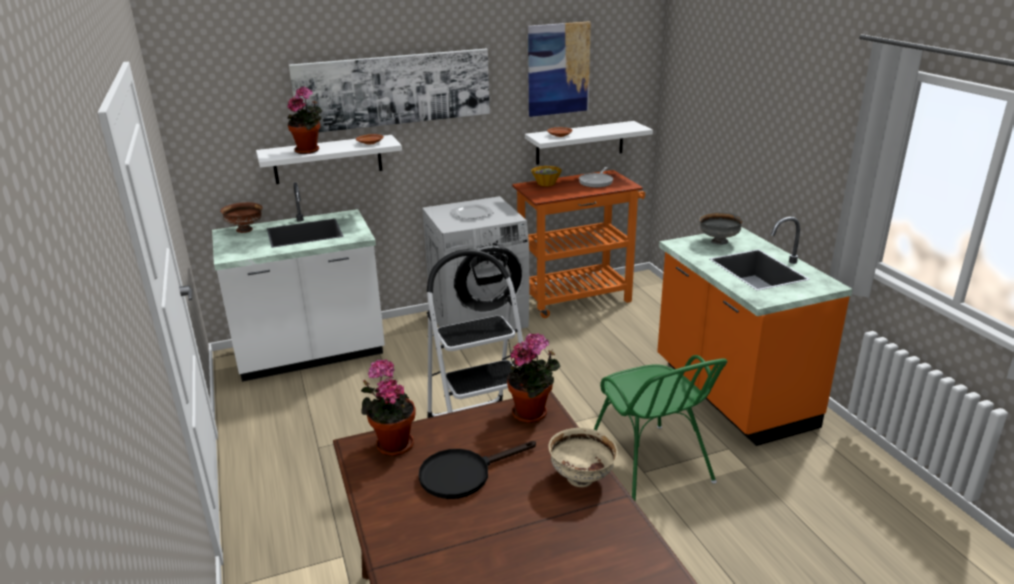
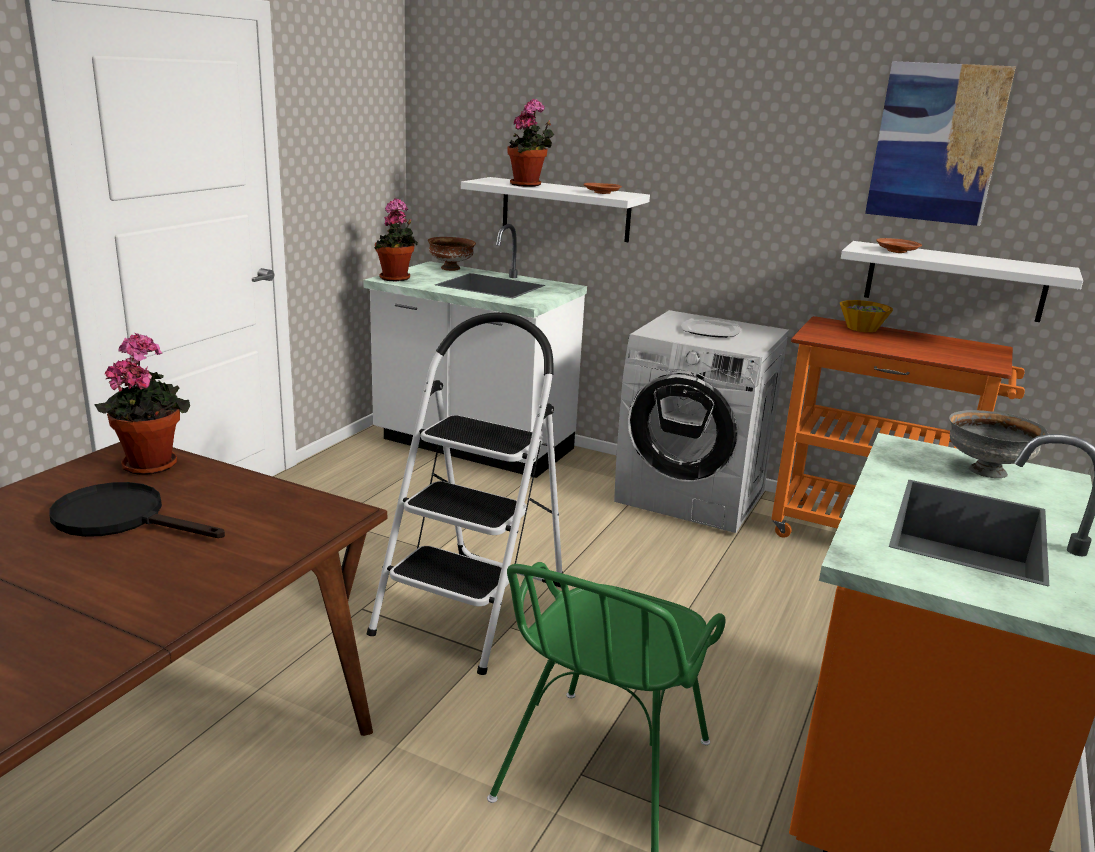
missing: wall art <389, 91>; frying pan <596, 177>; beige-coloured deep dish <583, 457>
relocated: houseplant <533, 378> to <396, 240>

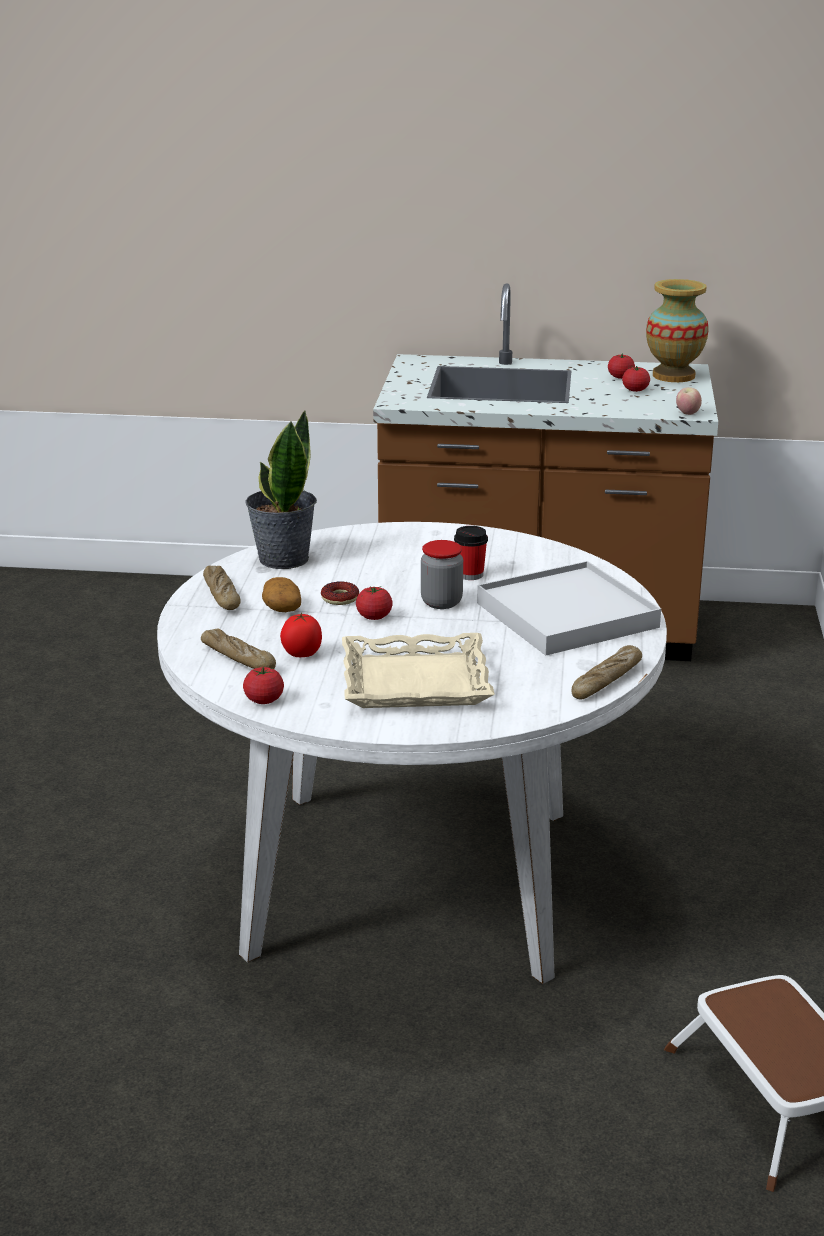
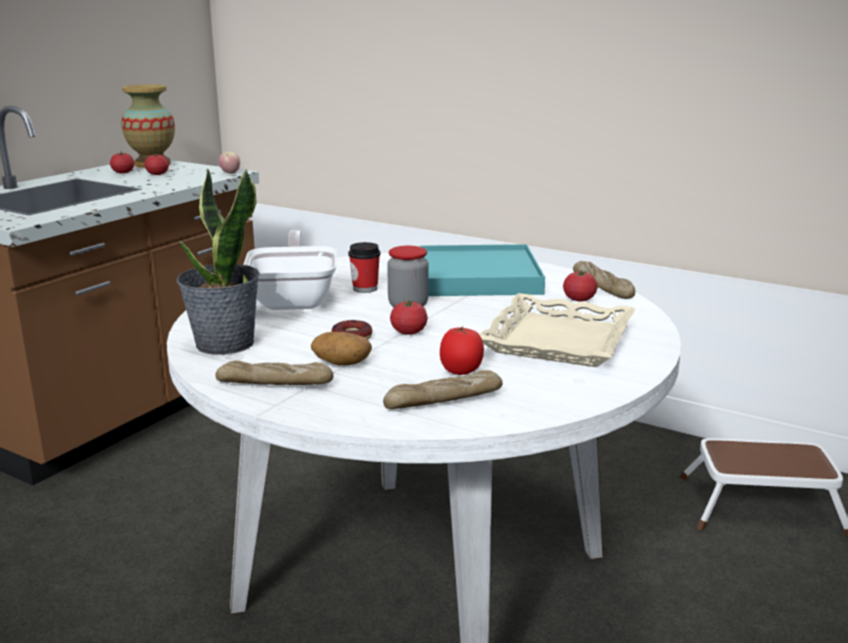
appeared: frying pan <290, 270>
relocated: tomato <263, 685> to <580, 285>
colour: whitish tray <569, 608> to turquoise tray <482, 270>

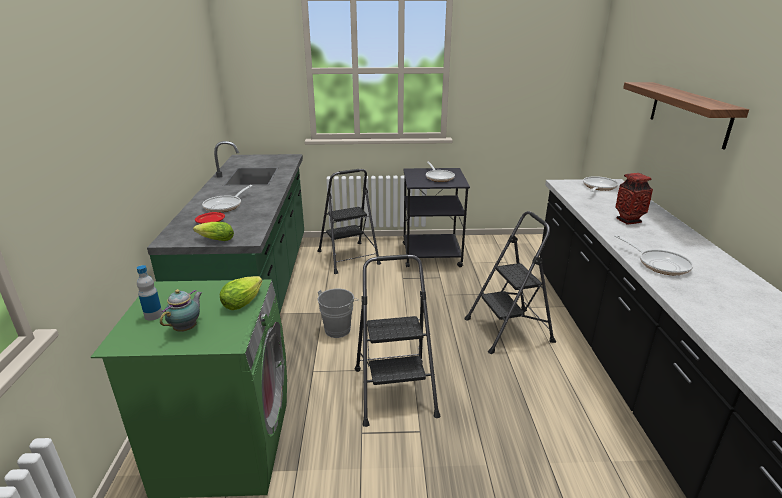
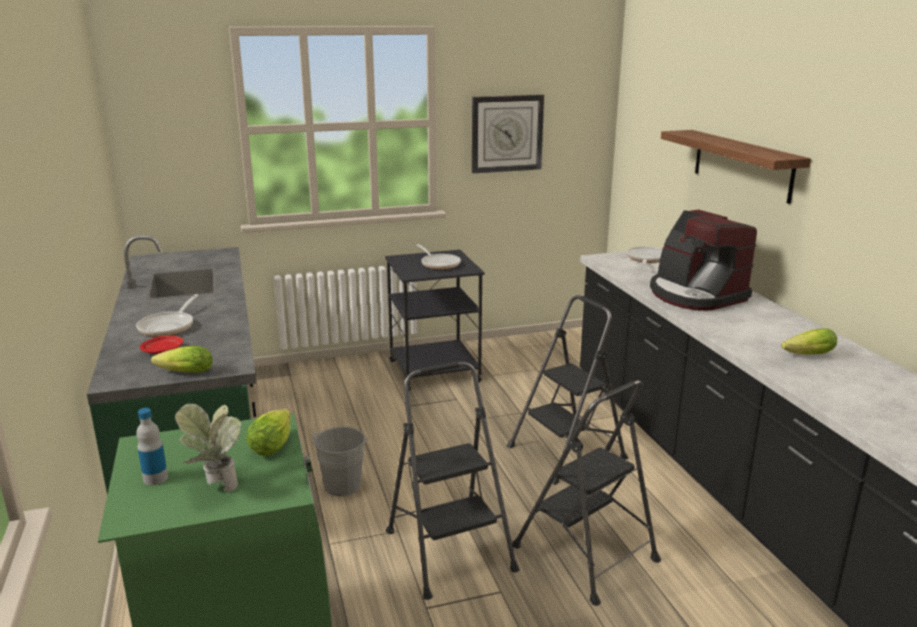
missing: frying pan <653, 255>
appeared: clock on the wall <508, 134>; head of lettuce <809, 341>
relocated: blackish step ladder <349, 221> to <586, 493>
exchanged: flower vase <634, 199> to coffee maker <703, 260>; tea pot <181, 310> to houseplant <208, 448>

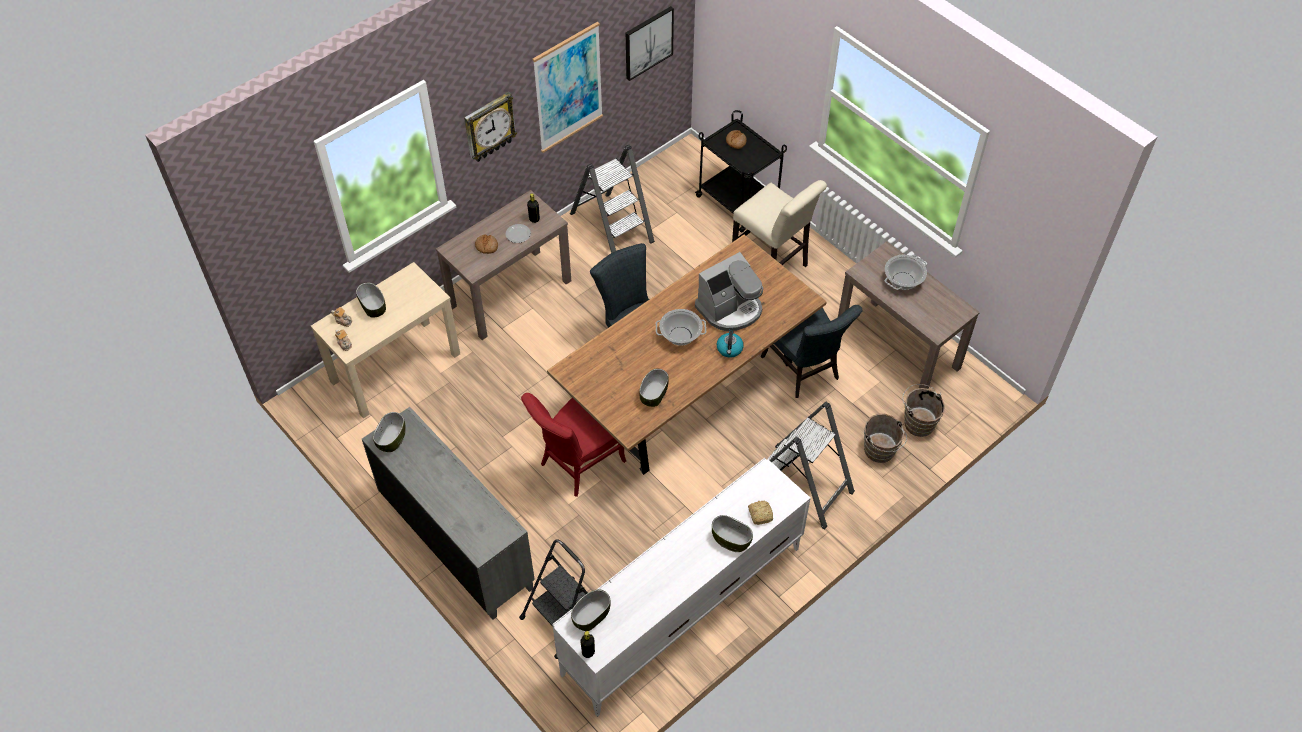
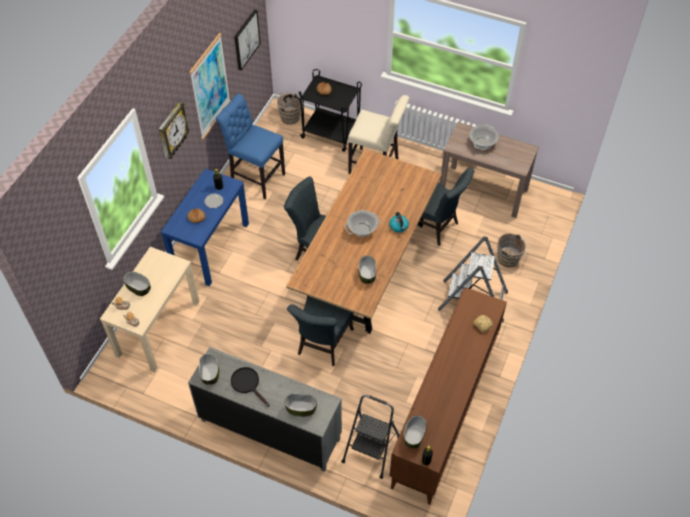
missing: coffee maker <729, 291>
appeared: blackish frying pan <250, 387>
relocated: brown-coloured pail <923, 410> to <287, 108>; deep dish <732, 533> to <300, 405>
exchanged: gray step ladder <612, 198> to bluish stool seat <250, 146>
colour: brown-coloured narrow table <503, 265> to bluish narrow table <205, 227>; red plain chair <573, 445> to gray plain chair <320, 331>; whitish storage cabinet <681, 587> to brown-coloured storage cabinet <448, 396>

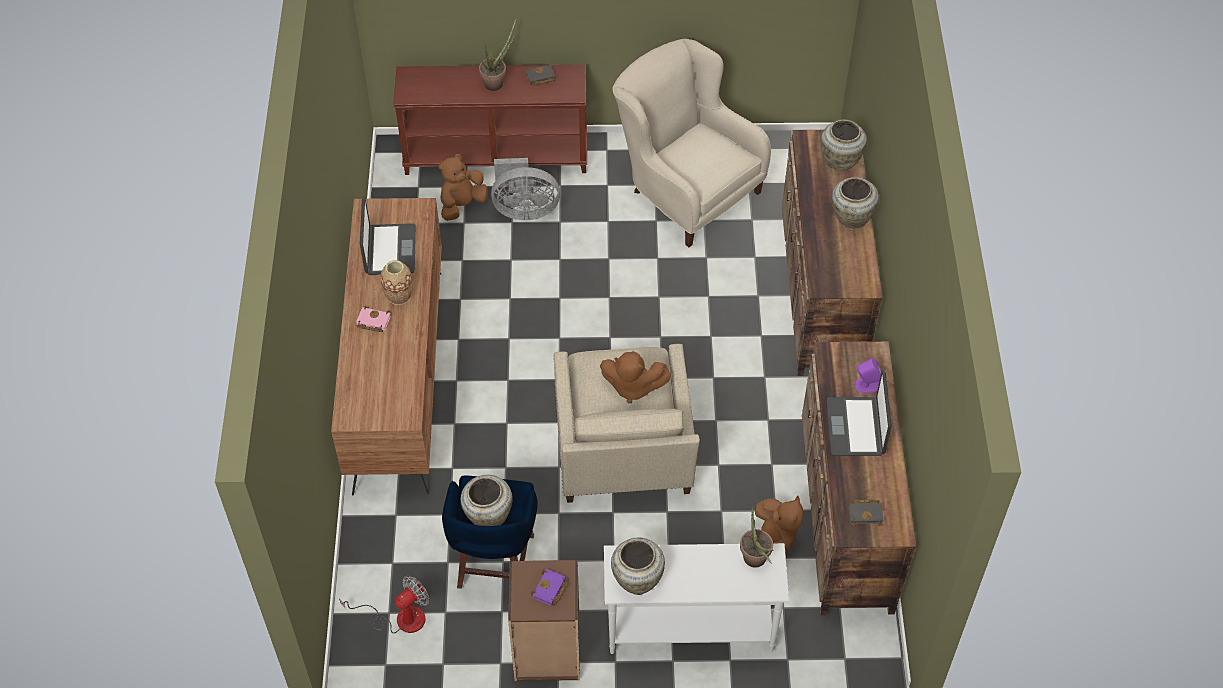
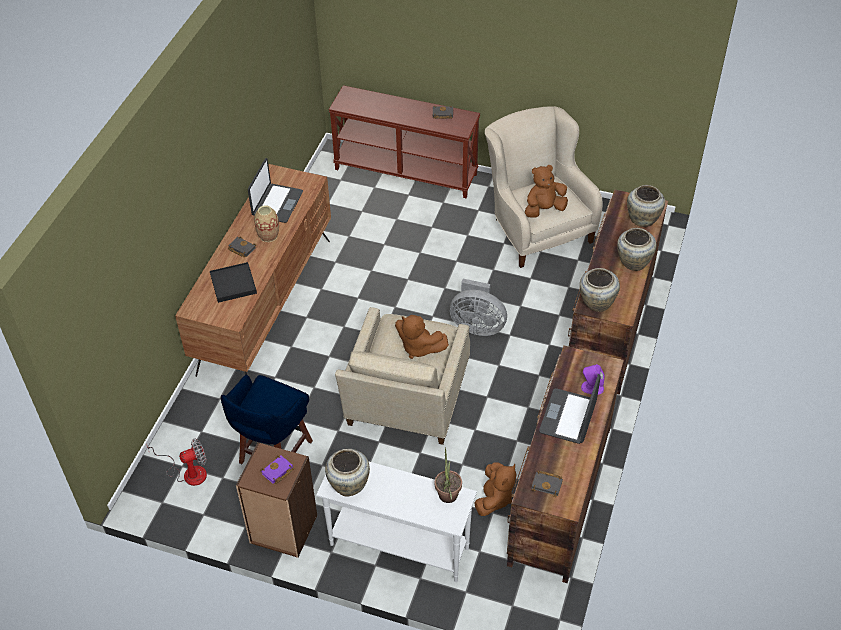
missing: houseplant <498, 54>
appeared: blackish tray <233, 282>
relocated: brown-coloured plush toy <463, 187> to <546, 191>; gray cooling fan <525, 189> to <478, 307>; beige-coloured flower vase <487, 500> to <599, 290>
colour: pinkish volume <373, 319> to blackish volume <242, 246>

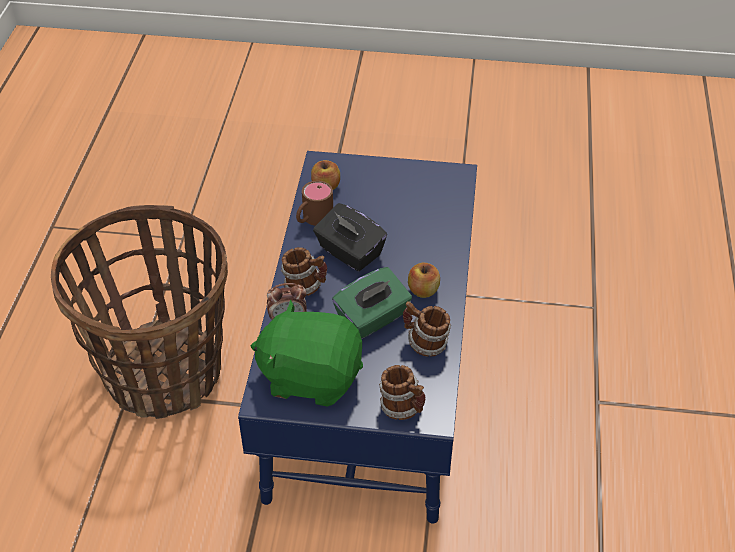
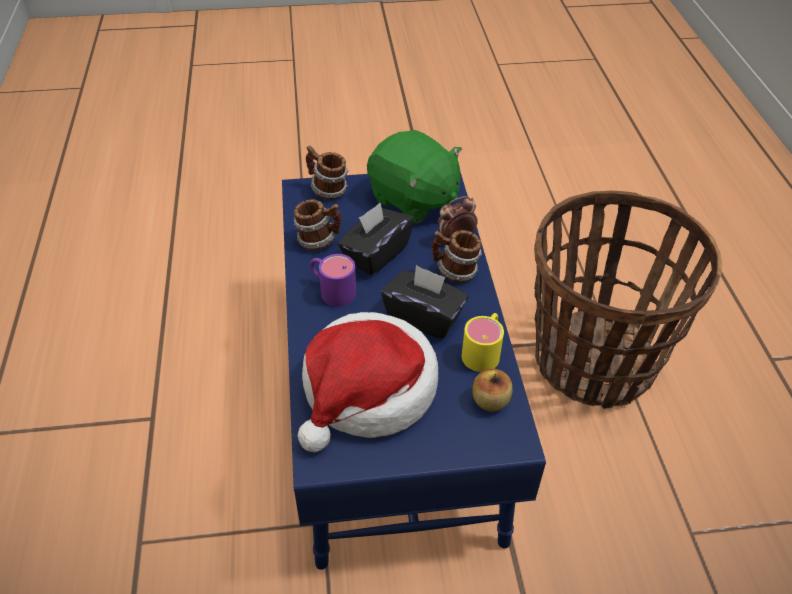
appeared: wearable hat <368, 382>
exchanged: apple fruit <424, 280> to purple tea mug <333, 280>
colour: brown-coloured tea mug <314, 203> to yellow-coloured tea mug <483, 342>; green-coloured tissue holder <372, 303> to blackish tissue holder <376, 239>
spun: green-coloured plush toy <307, 353> = <414, 176> 45 degrees clockwise

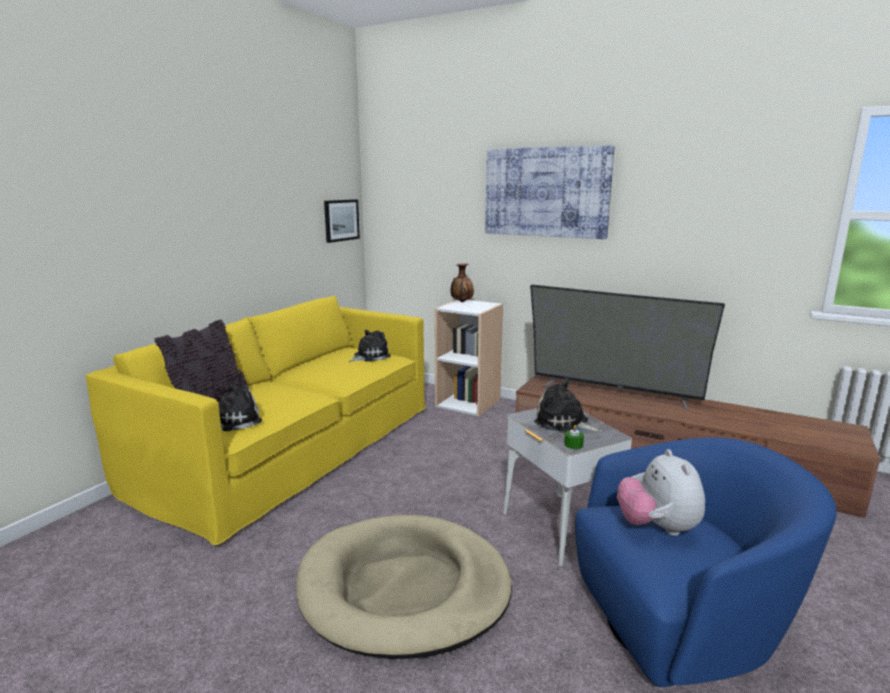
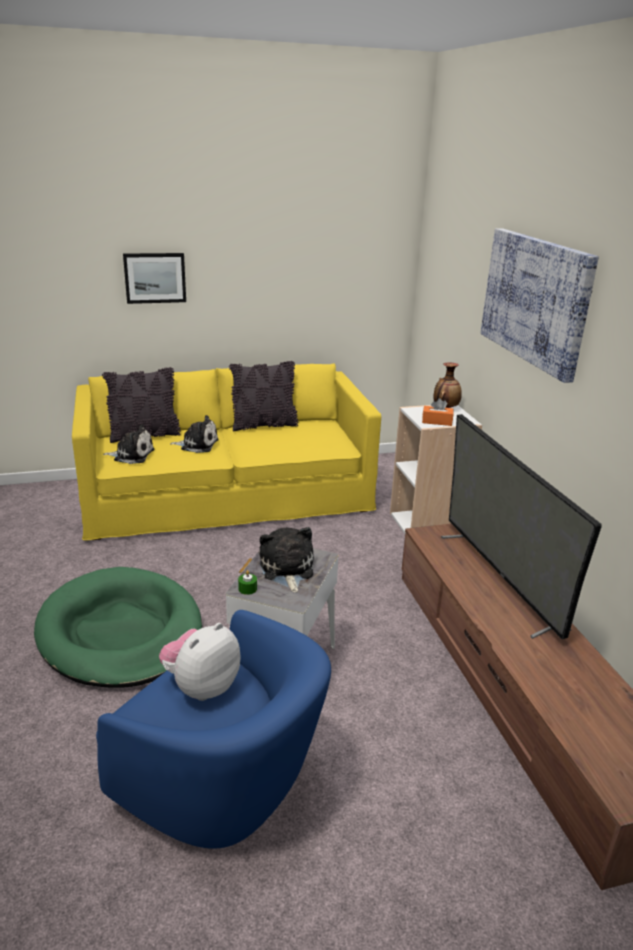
appeared: blackish pillow <263, 396>; orange-coloured tissue holder <438, 412>
relocated: wall art <342, 221> to <154, 278>; plush toy <370, 346> to <194, 434>
colour: beige-coloured pet bed <404, 587> to green-coloured pet bed <118, 627>

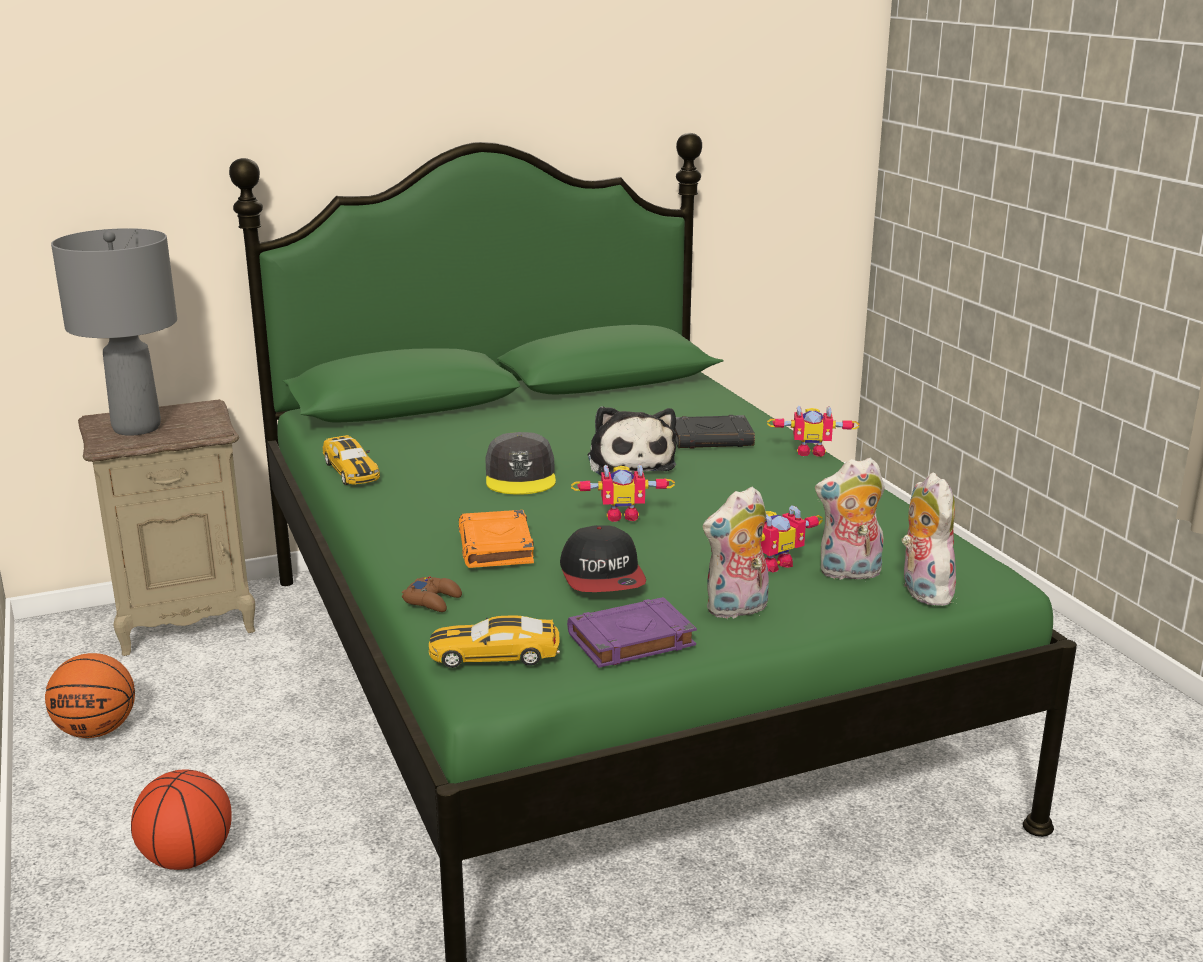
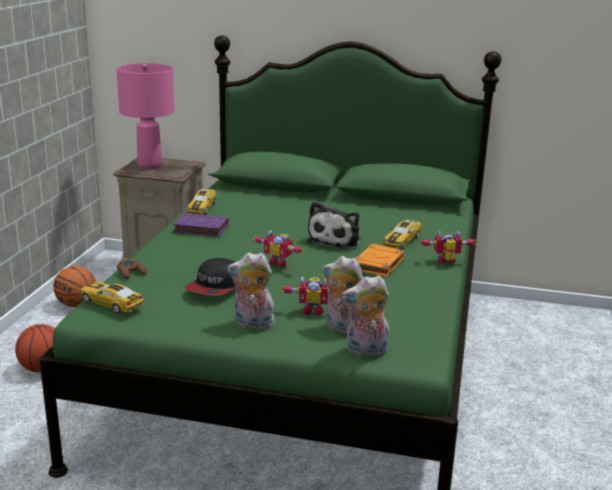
missing: gray peaked cap <520, 463>
relocated: orange-coloured volume <496, 539> to <380, 260>; purple volume <632, 632> to <201, 225>
exchanged: blackish volume <715, 431> to model car <402, 234>
colour: gray table lamp <114, 332> to pinkish table lamp <145, 116>
spun: toy robot <813, 431> = <447, 247> 135 degrees clockwise; plush toy <929, 539> = <365, 315> 120 degrees counterclockwise

